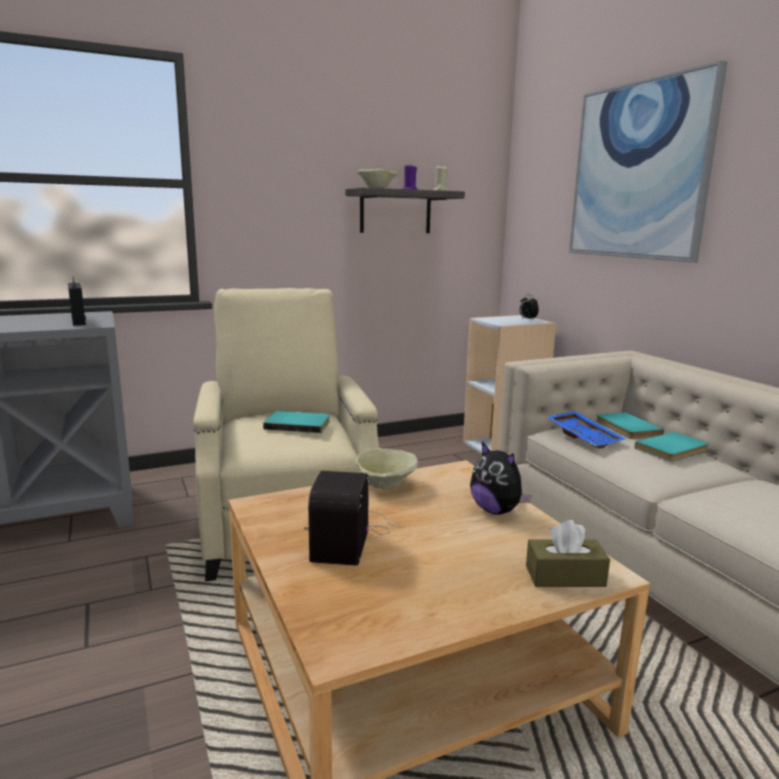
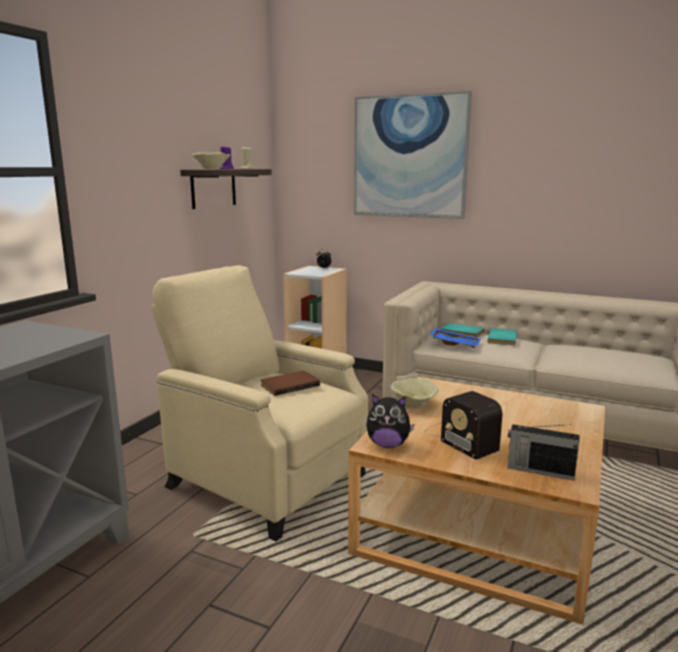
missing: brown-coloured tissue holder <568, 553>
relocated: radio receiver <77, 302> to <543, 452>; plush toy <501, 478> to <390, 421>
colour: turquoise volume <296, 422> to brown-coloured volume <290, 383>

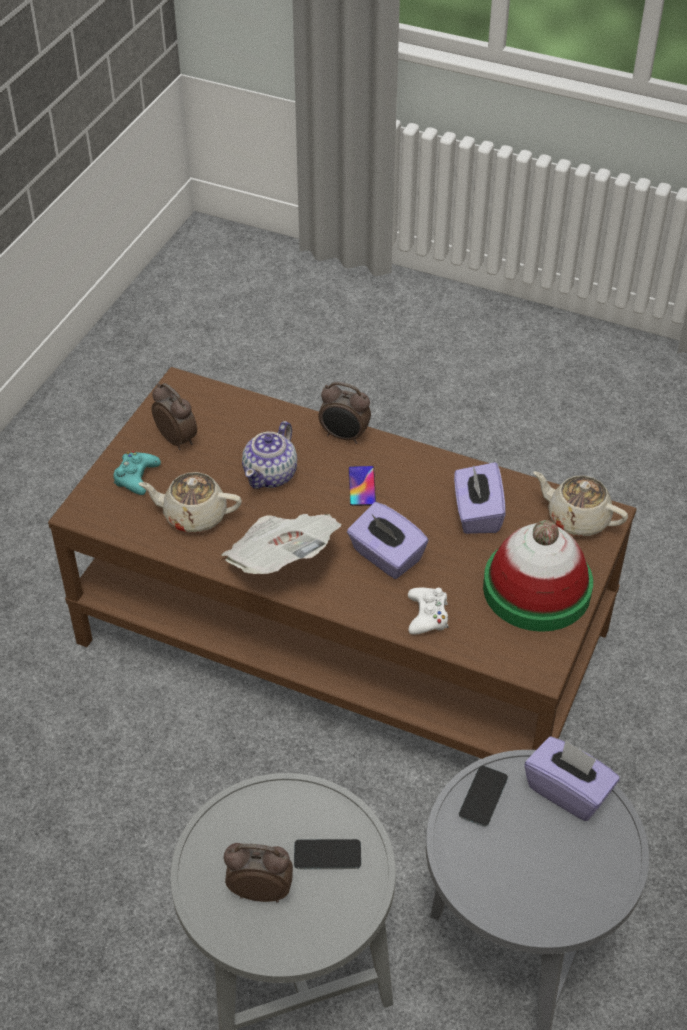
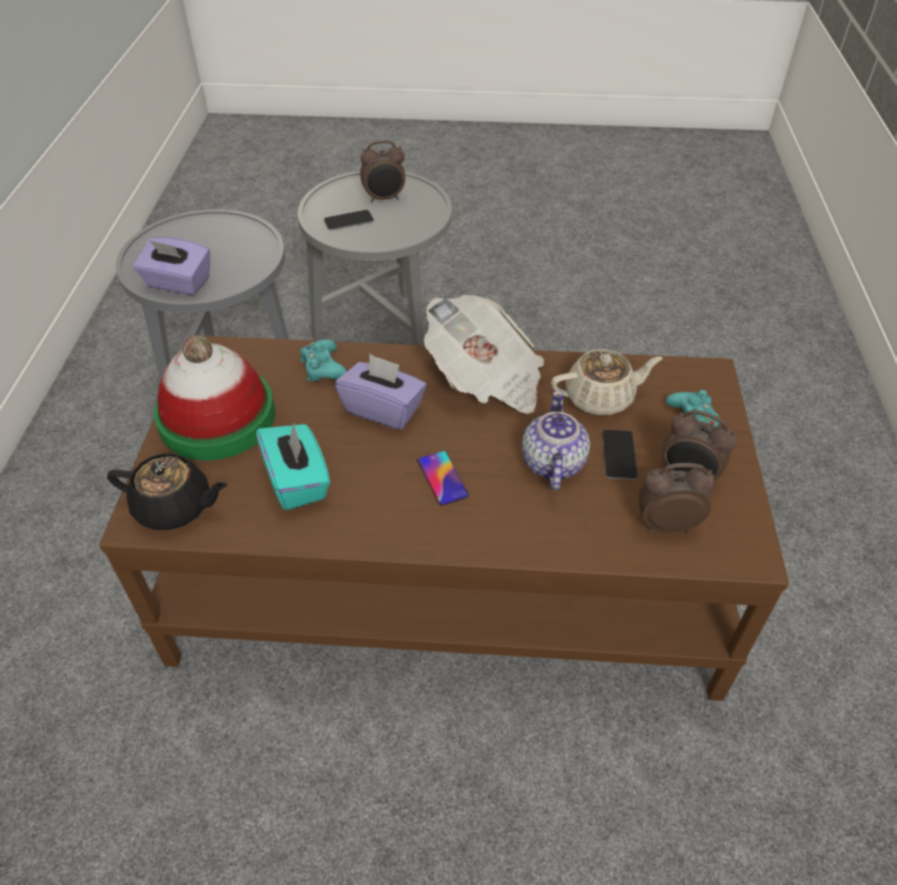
relocated: table clock <344, 413> to <676, 497>; handset <483, 796> to <620, 455>
colour: purple tissue holder <479, 498> to turquoise tissue holder <293, 467>; beige-coloured tea pot <580, 503> to blackish tea pot <167, 492>; whitish game controller <428, 611> to turquoise game controller <323, 361>

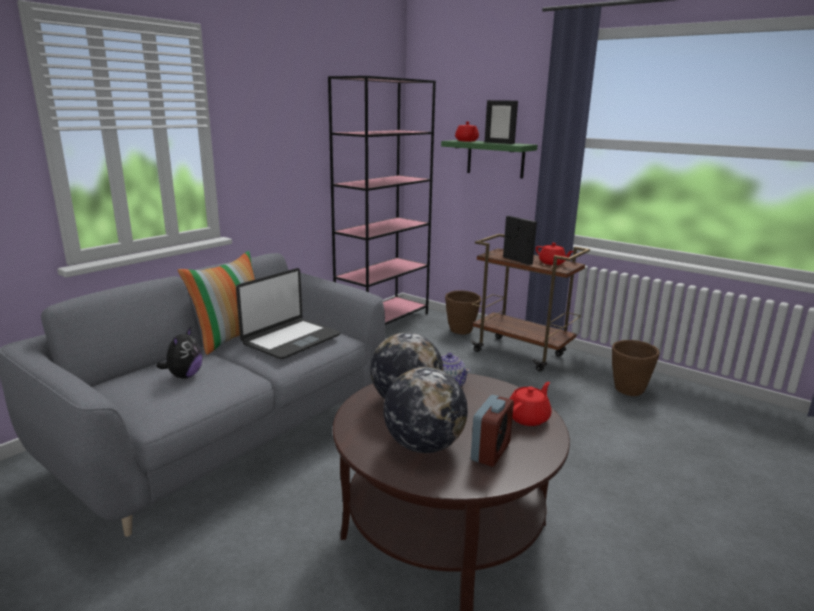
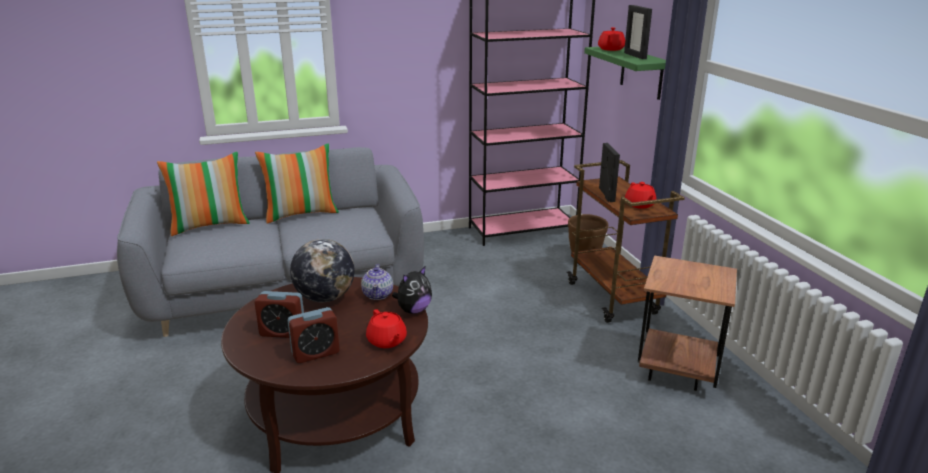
missing: notebook computer <288, 313>
appeared: pillow <203, 194>
relocated: plush toy <179, 353> to <412, 290>
exchanged: brown-coloured flower pot <635, 368> to brown-coloured end table <687, 323>; globe <425, 410> to table clock <279, 314>
spun: red tea pot <531, 404> = <386, 328> 75 degrees clockwise

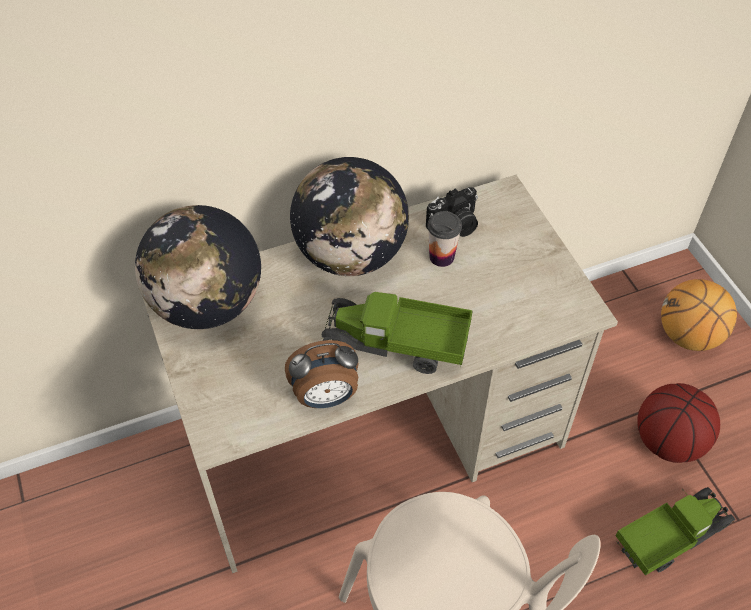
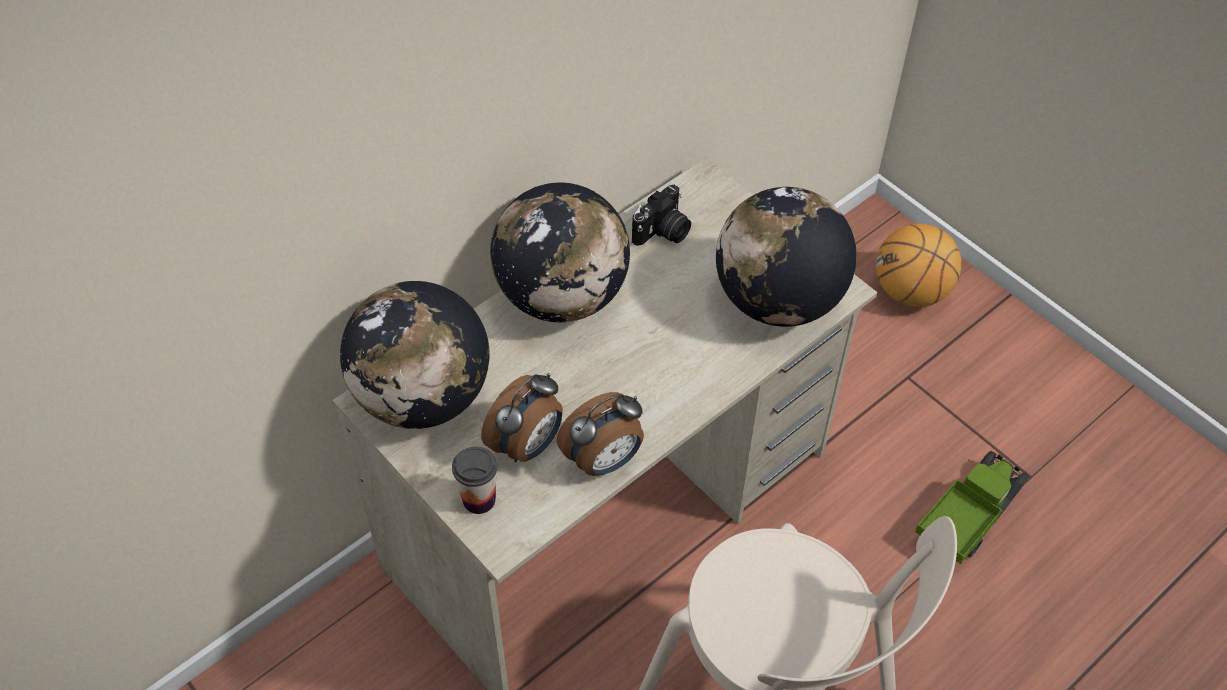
missing: toy lorry <397, 333>; ball for basketball <678, 423>
appeared: globe <786, 257>; table clock <522, 417>
relocated: small cup <444, 239> to <475, 480>

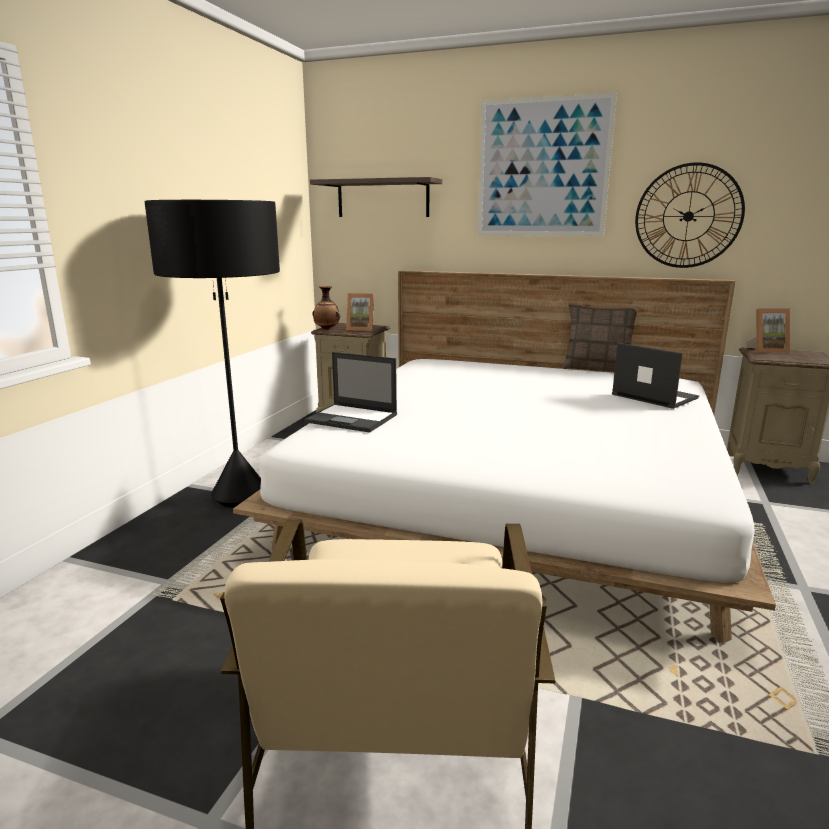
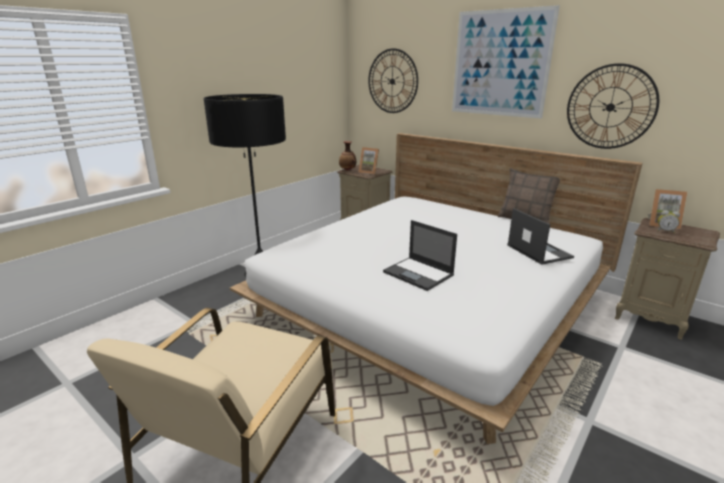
appeared: table clock <668, 221>
relocated: notebook computer <350, 392> to <420, 255>
exchanged: bracket shelf <376, 197> to clock on the wall <393, 80>

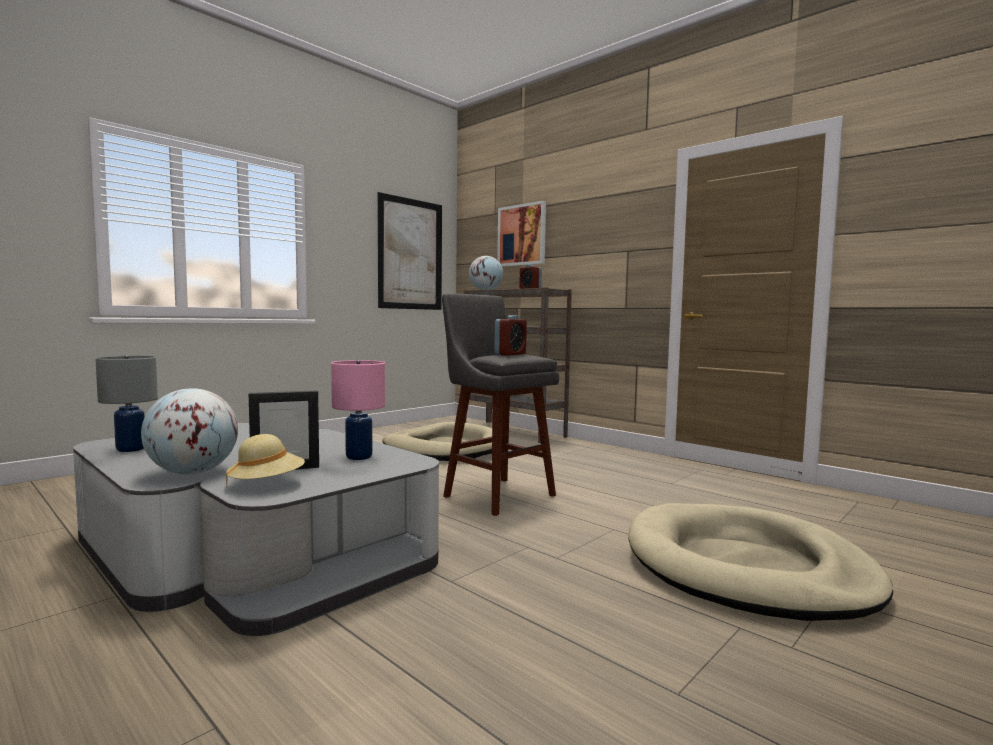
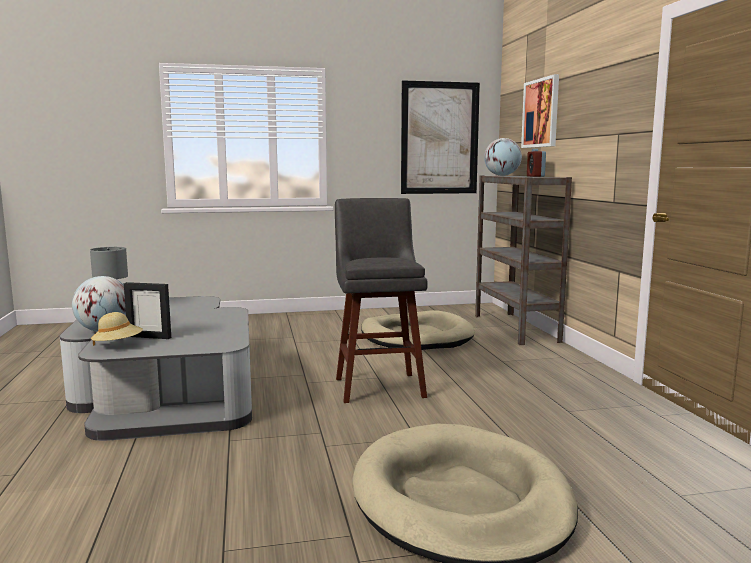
missing: table clock <510, 335>; pinkish table lamp <358, 410>

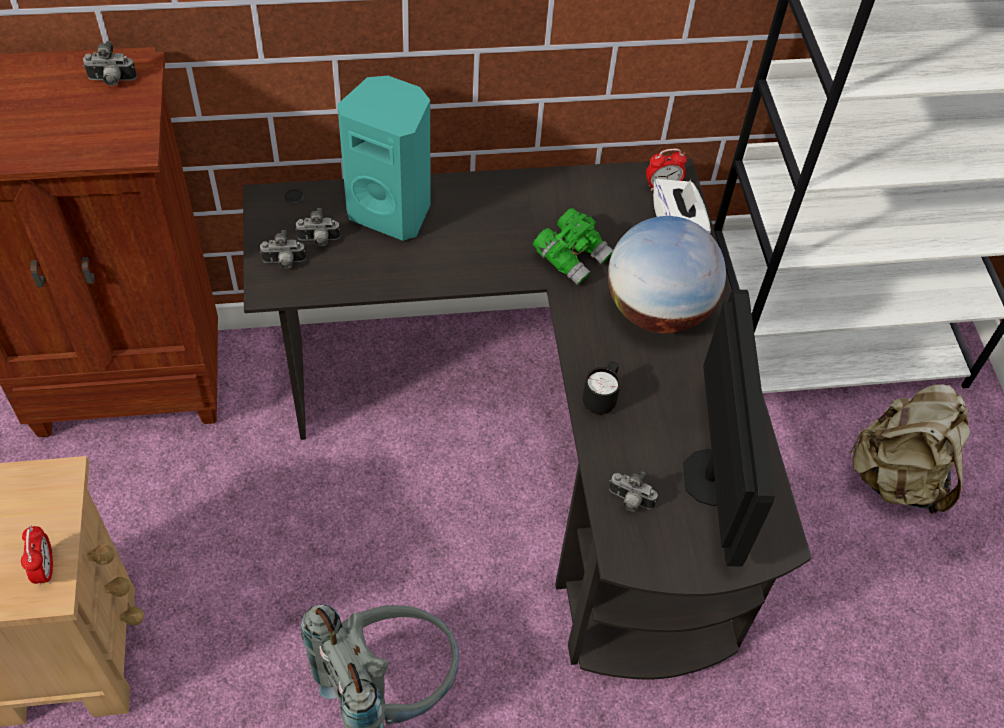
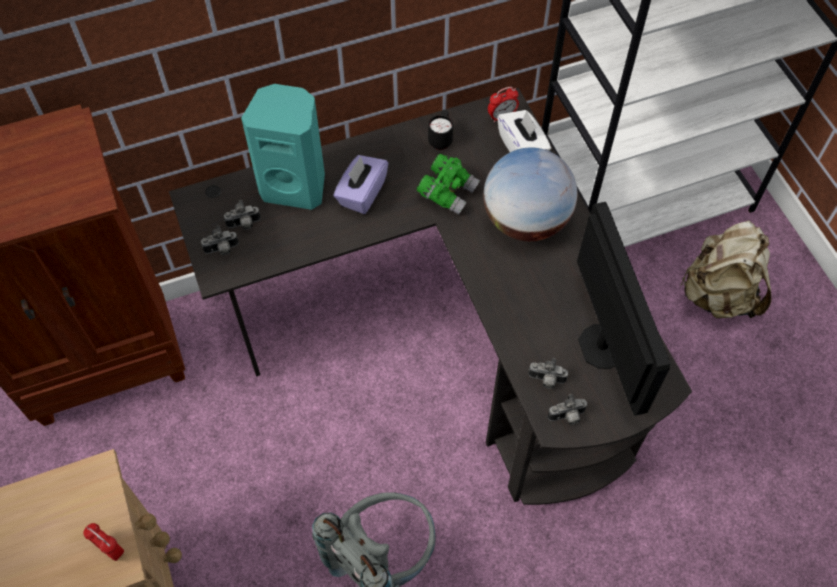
appeared: purple tissue holder <360, 184>
relocated: photo camera <110, 63> to <567, 409>; blackish tea mug <601, 388> to <440, 130>
spun: table clock <37, 555> = <103, 542> 150 degrees clockwise

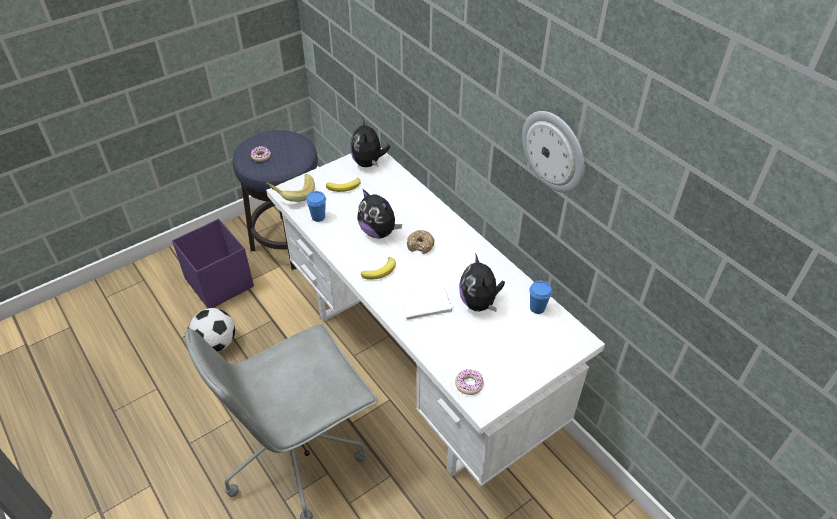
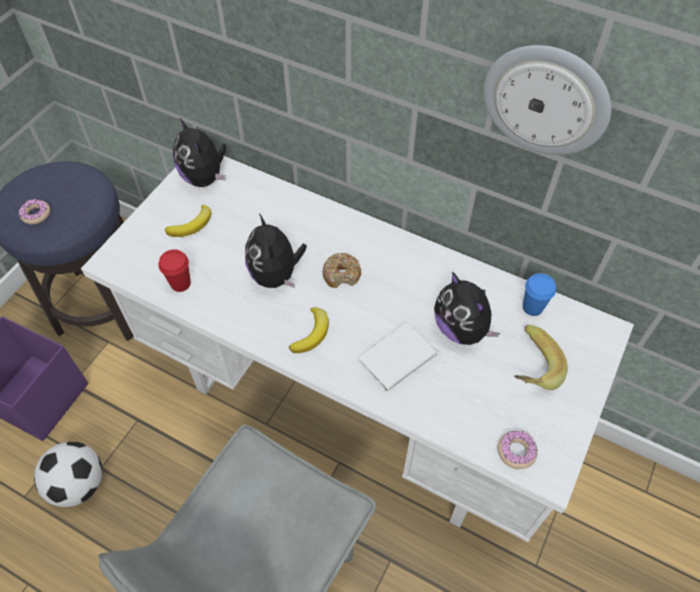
relocated: banana <290, 188> to <541, 357>
colour: bluish small cup <316, 206> to red small cup <174, 270>
spun: plush toy <379, 214> = <276, 250> 60 degrees clockwise

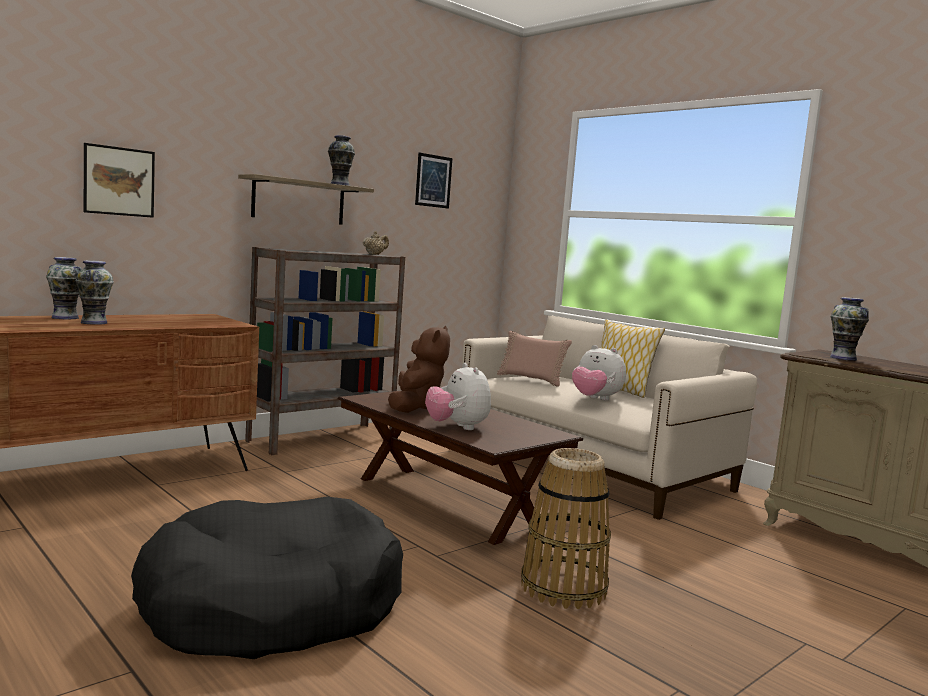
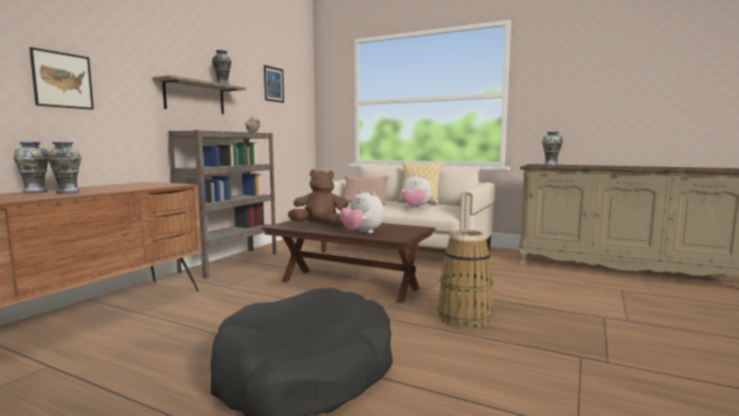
spun: brown-coloured plush toy <419, 369> = <318, 198> 75 degrees counterclockwise

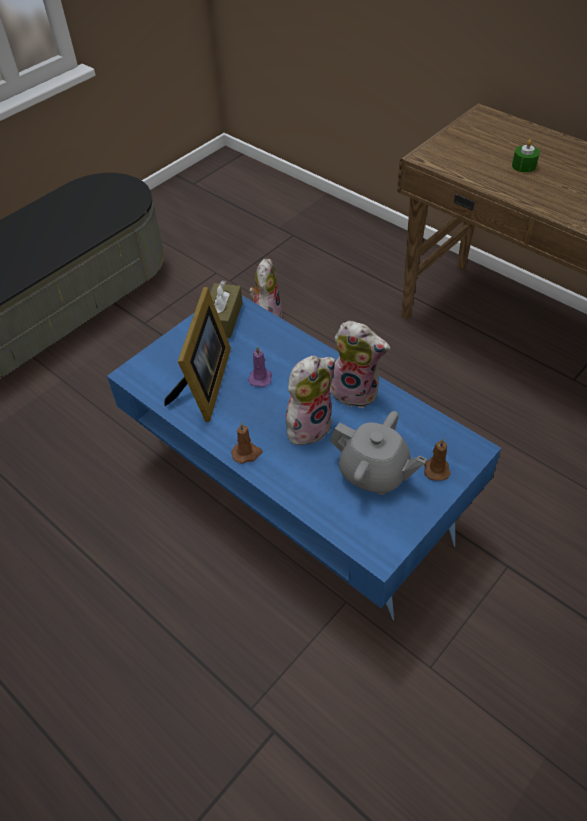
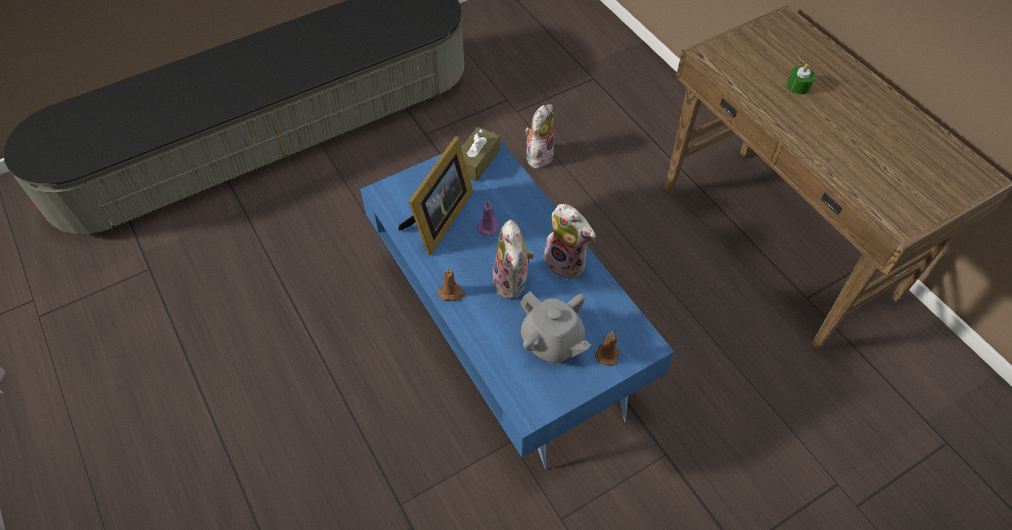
spun: plush toy <311, 400> = <513, 259> 105 degrees clockwise

